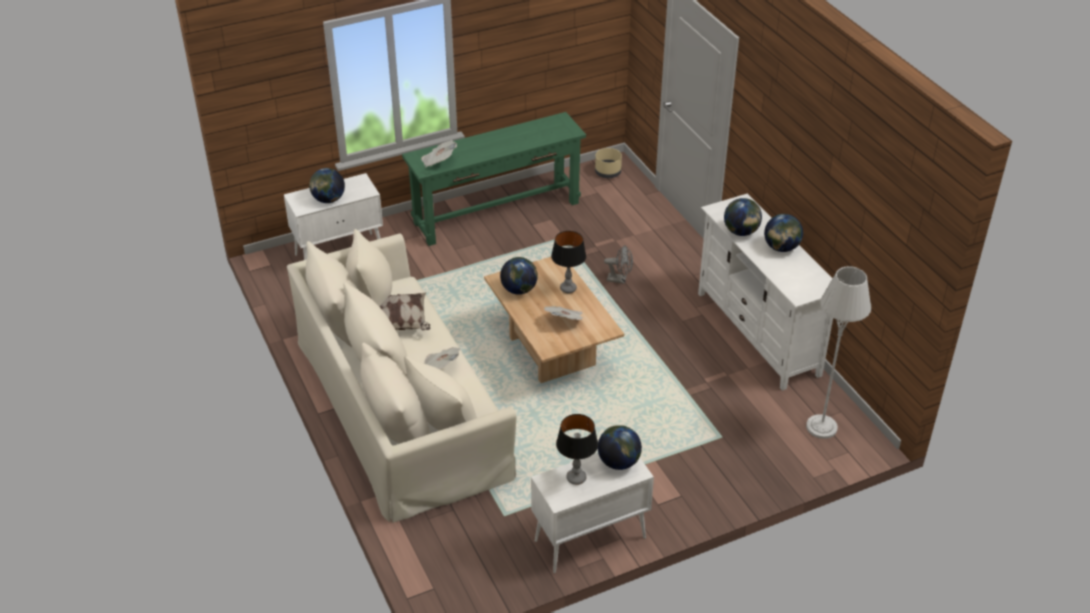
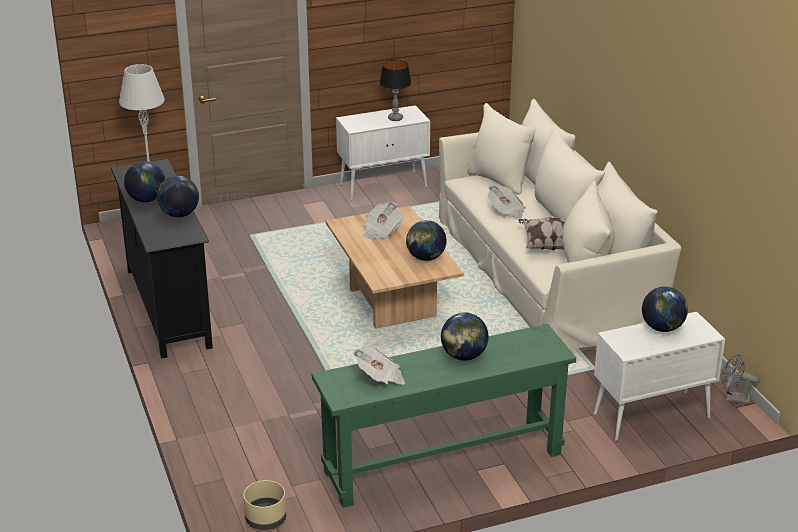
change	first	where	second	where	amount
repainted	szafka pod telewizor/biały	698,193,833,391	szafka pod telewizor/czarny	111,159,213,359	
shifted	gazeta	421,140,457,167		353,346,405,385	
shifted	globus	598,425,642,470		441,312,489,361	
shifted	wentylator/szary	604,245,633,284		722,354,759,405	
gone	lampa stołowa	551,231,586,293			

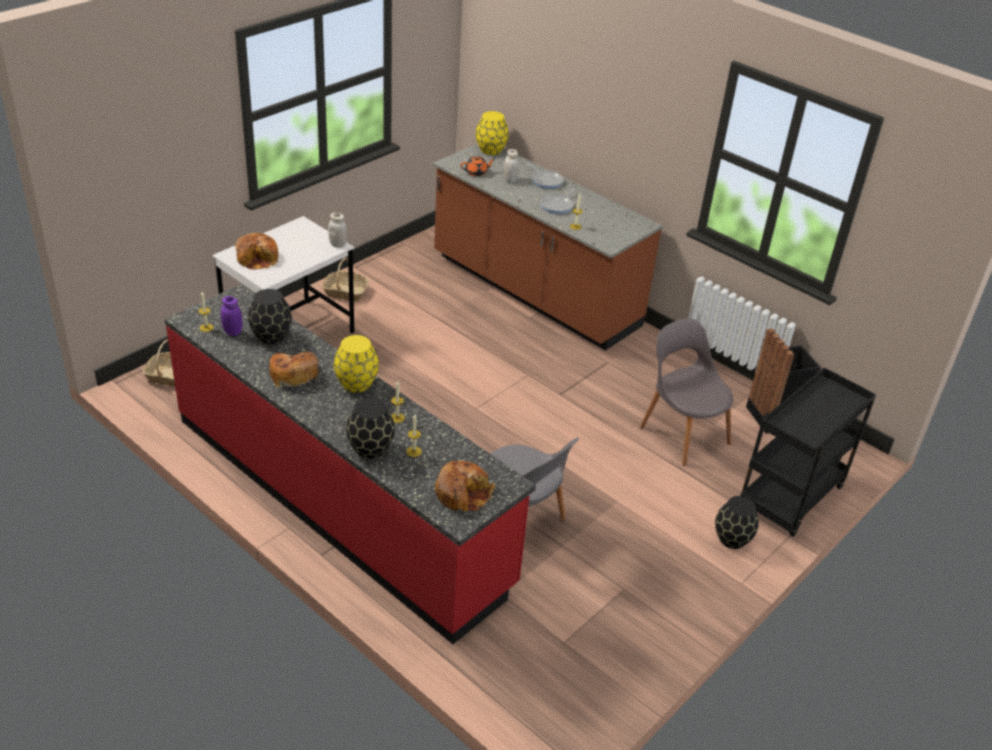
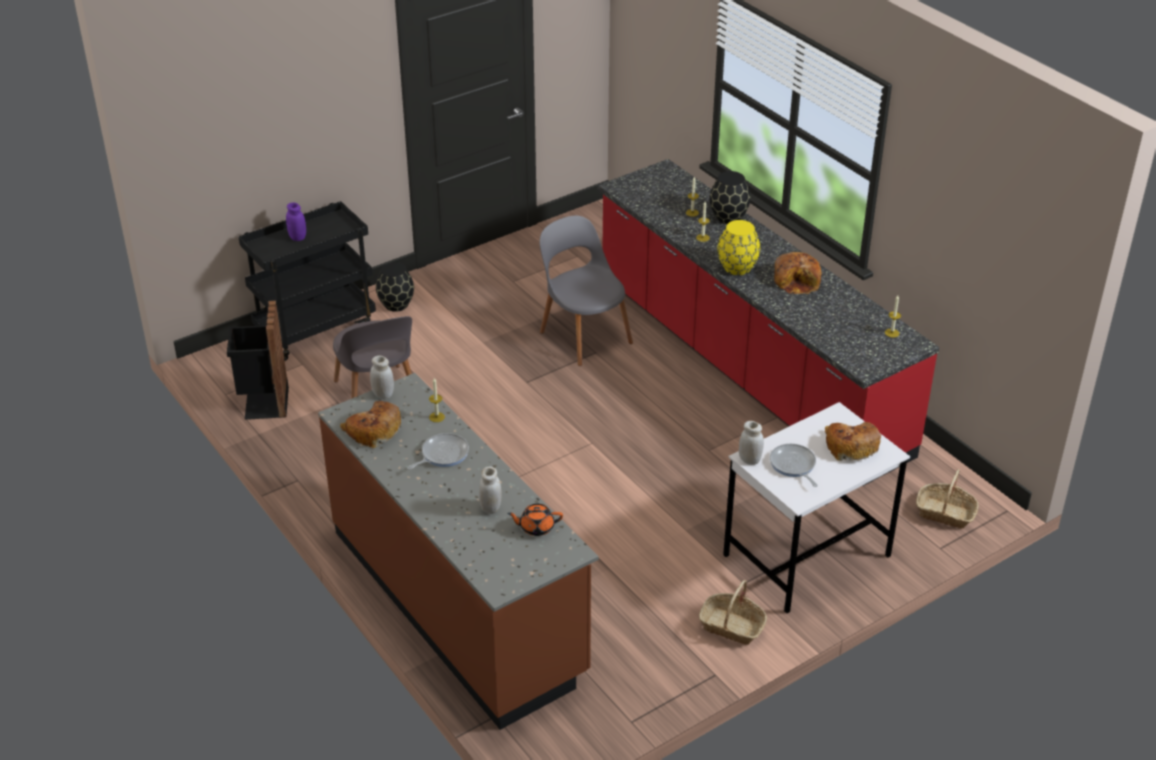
change	first	where	second	where	amount
shifted	słoik/fioletowy	221,296,243,336		286,202,306,241	
shifted	chleb	435,461,495,512		340,401,401,448	
new			słoik/biały	370,356,394,399	
shifted	patelnia	527,163,564,189		770,444,817,487	
gone	wazon/czarny	248,289,292,344			
gone	wazon/żółty	476,111,509,155			

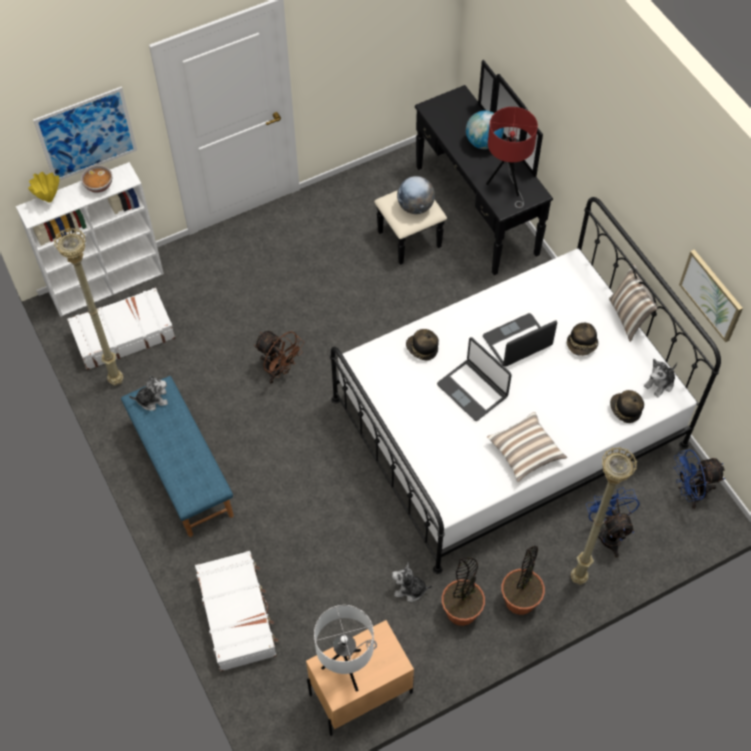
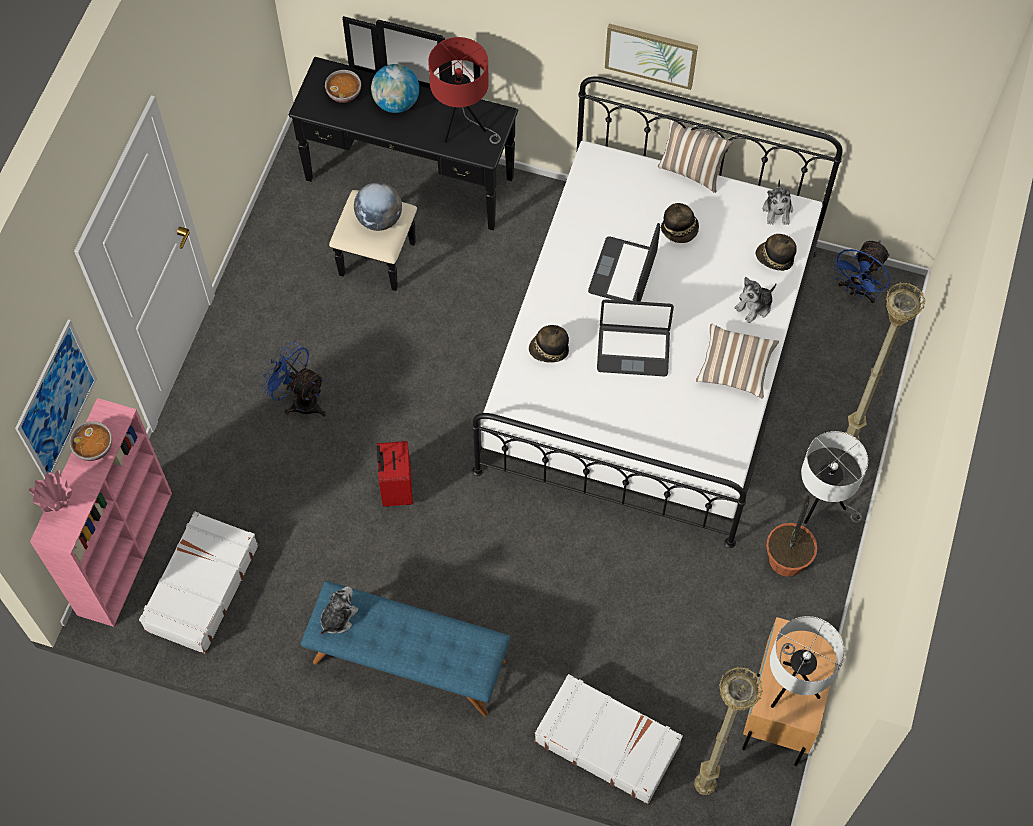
change	first	where	second	where	amount
repainted	wazon/żółty	28,172,59,202	wazon/różowy	29,470,72,512	
repainted	regał/biały	16,162,164,317	regał/różowy	30,398,172,627	
shifted	wentylator/niebieski	586,487,640,558		261,342,326,417	
new			miska	325,70,361,103	
swapped	wentylator/brązowy	254,331,304,384	walizka/czerwony	377,441,413,507	
shifted	obraz	679,250,743,342		605,24,698,90	
shifted	lampa stojąca/beżowy	54,228,123,386		694,666,763,795	
shifted	pluszak	392,562,432,602		735,277,777,323	
swapped	roślina doniczkowa	502,546,545,615	lampa stołowa/biały	801,431,868,524	

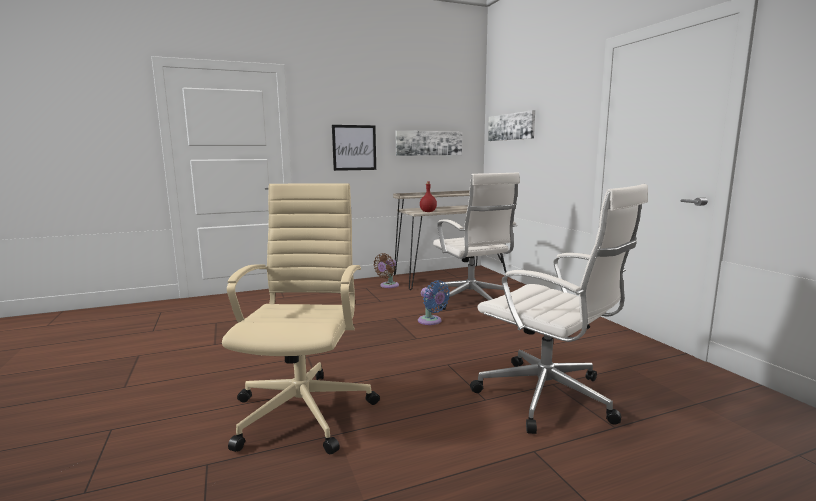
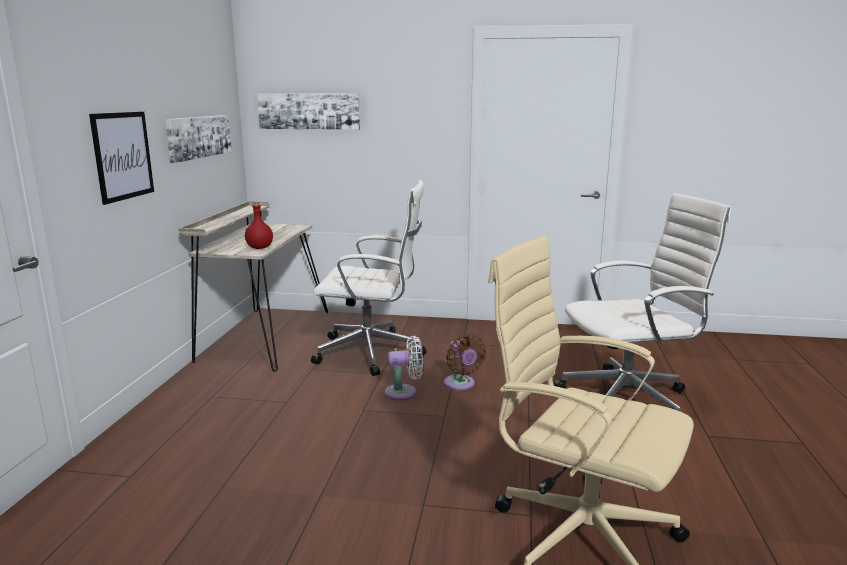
change	first	where	second	where	amount
repainted	wentylator/niebieski	418,280,450,325	wentylator/biały	385,336,423,401	
shifted	wentylator/brązowy	373,253,399,288		444,334,486,390	

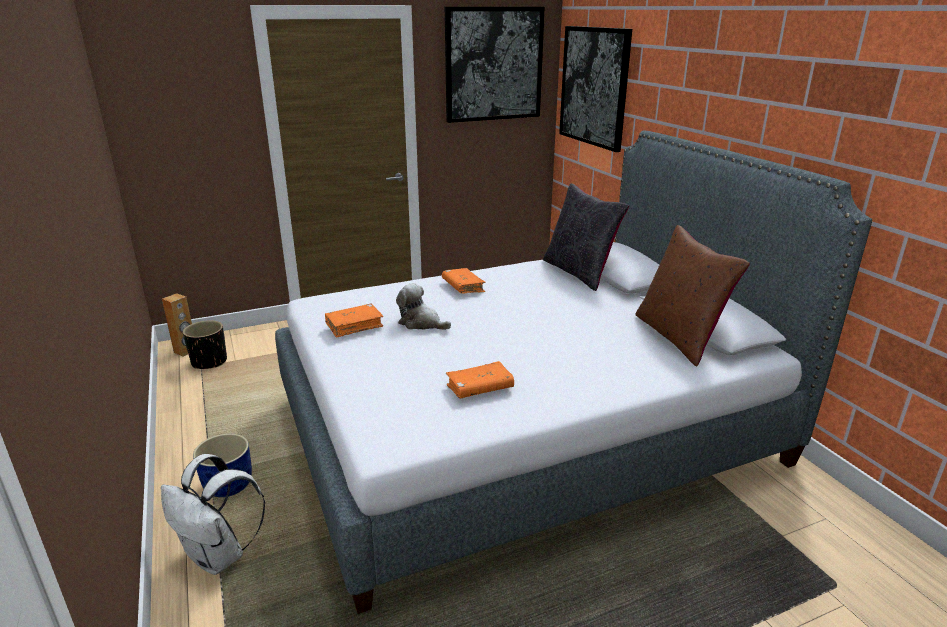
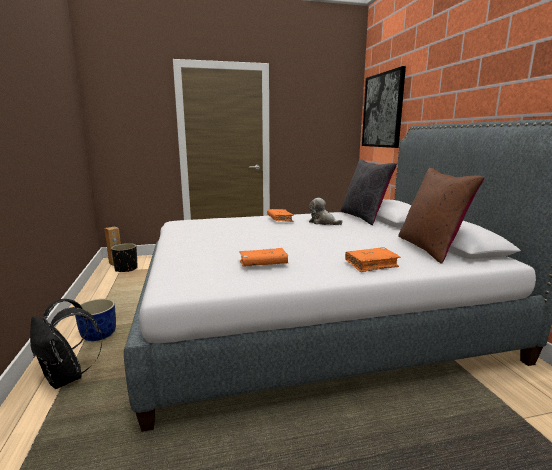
change	first	where	second	where	amount
repainted	plecak/biały	161,454,265,575	plecak/czarny	30,299,102,389	
shifted	pluszak	396,283,451,330		309,198,343,225	
shifted	książka/pomarańczowy	325,304,383,338		345,247,401,272	
gone	obraz	445,7,545,123			

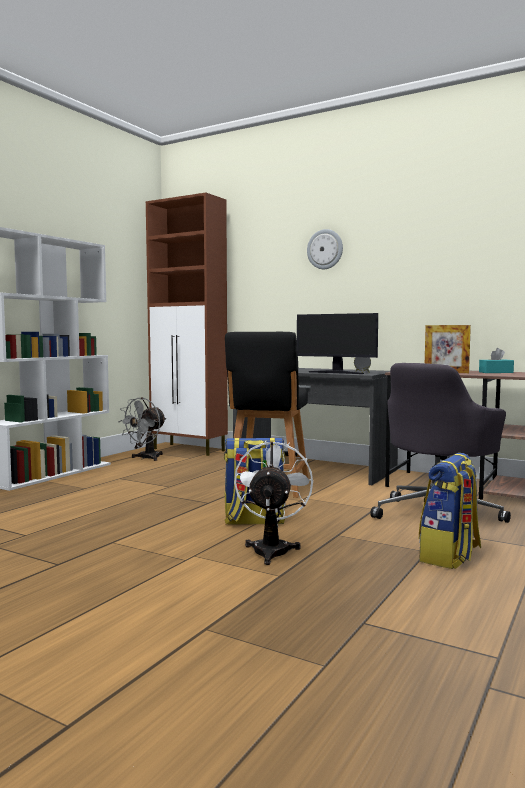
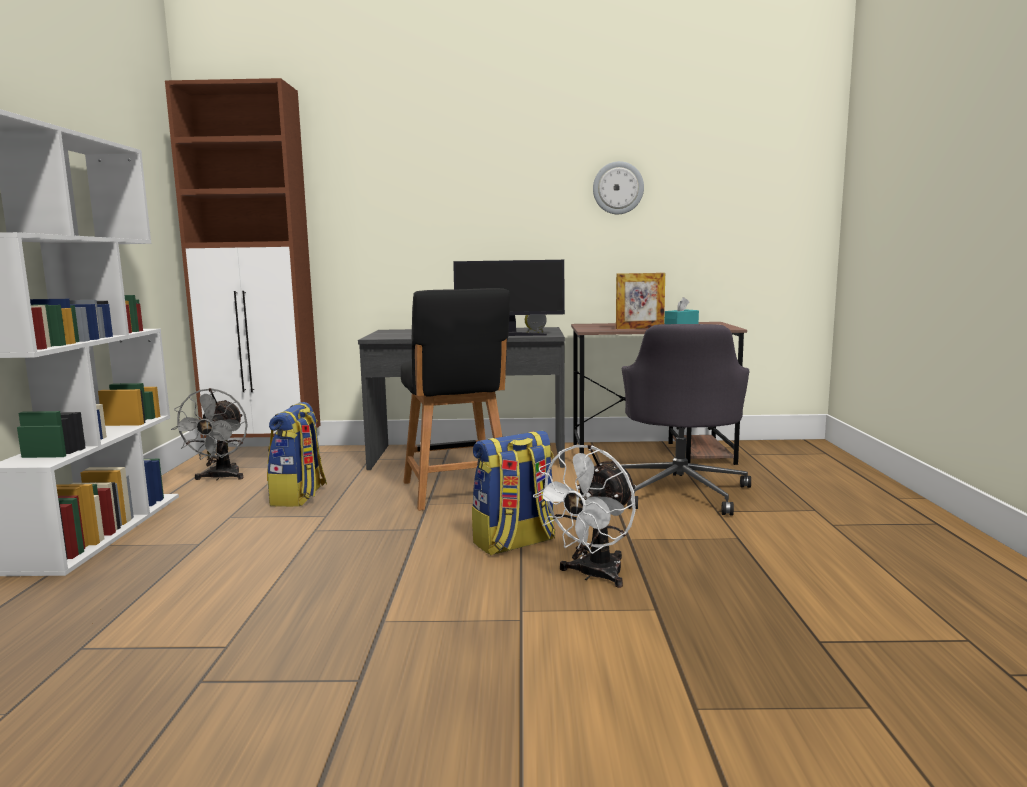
change	first	where	second	where	amount
shifted	plecak	419,453,481,569		267,402,327,507	
rotated	wentylator/biały	234,441,313,565		533,445,636,588	120 degrees counterclockwise
shifted	zegar ścienny	307,229,343,269		593,161,644,214	

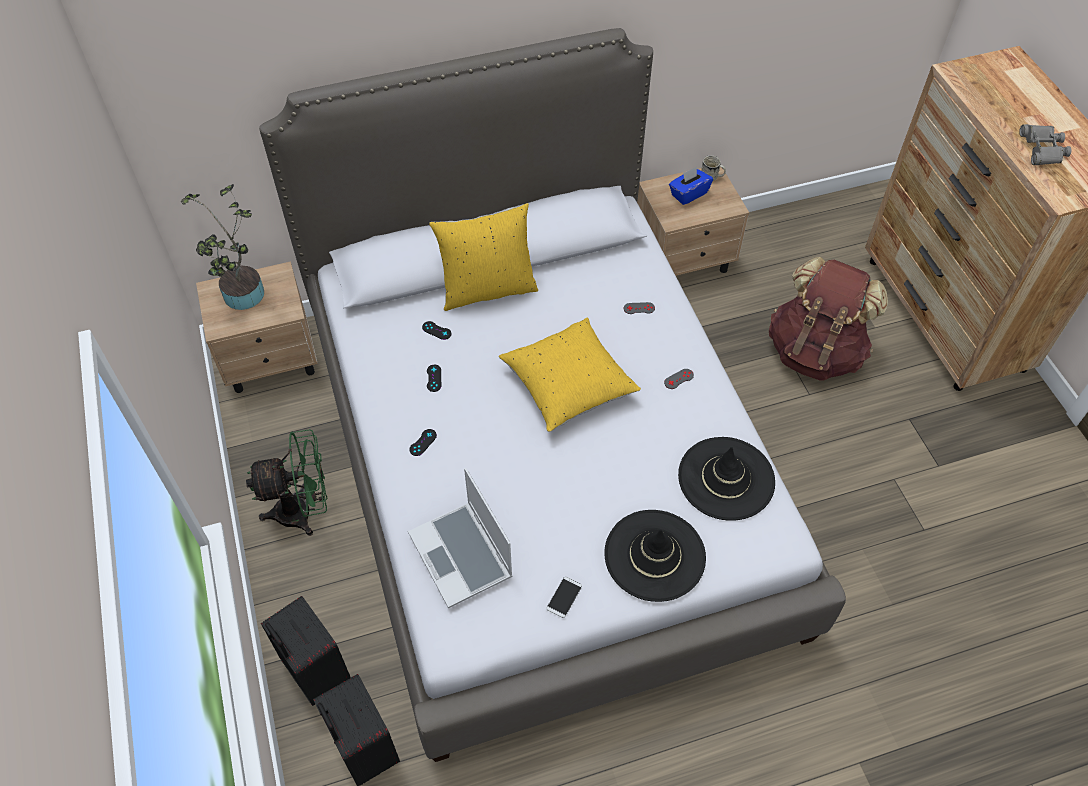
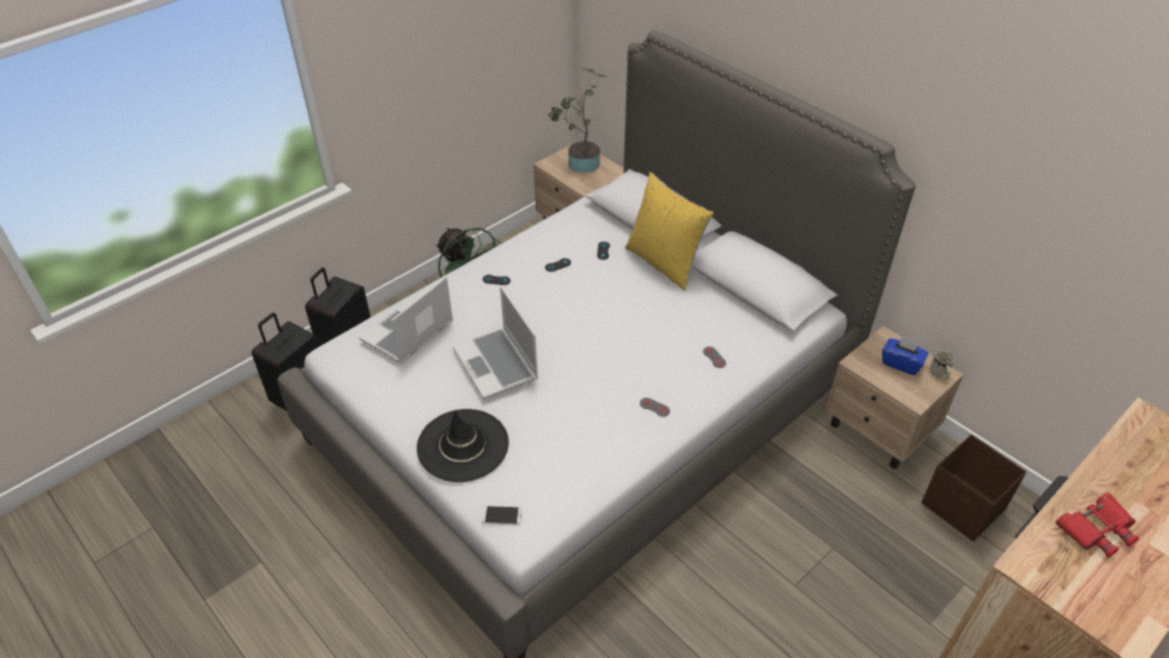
change	first	where	second	where	amount
new			laptop	453,286,538,399	
shifted	telefon	546,577,582,618		482,506,522,525	
new			pojemnik do przechowywania/brązowy	921,434,1026,541	
repainted	lornetka/szary	1019,124,1071,165	lornetka/czerwony	1056,492,1139,558	
gone	poduszka/żółty	499,317,641,432			
gone	kapelusz/czarny	678,437,775,521			
gone	plecak/brązowy	769,257,888,381			

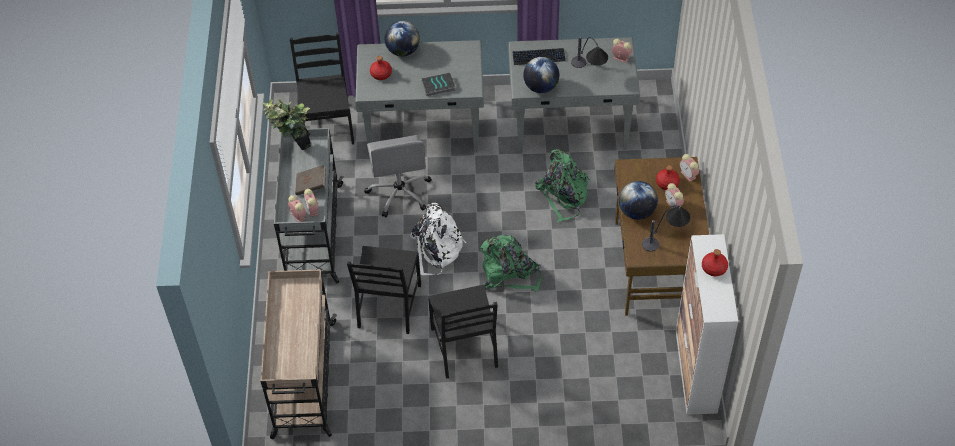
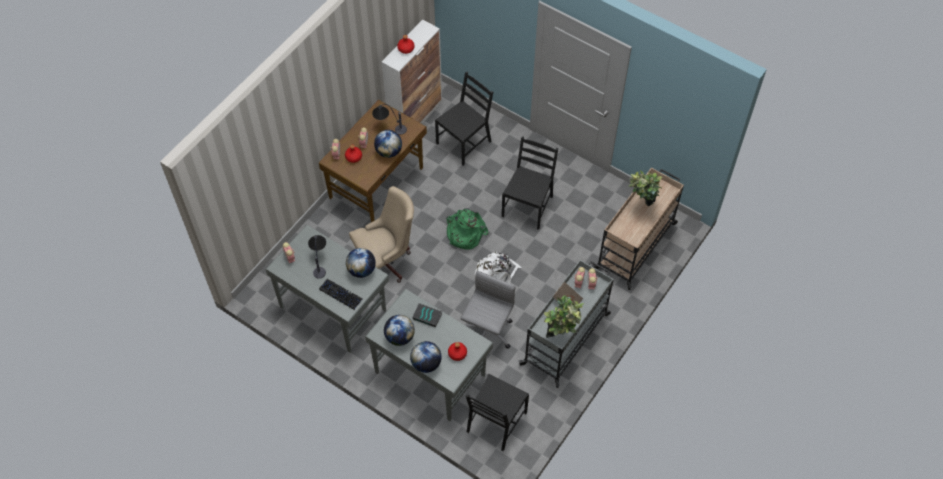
change	first	where	second	where	amount
swapped	plecak/zielony	535,149,590,222	krzesło biurowe/beżowy	349,186,414,283	
new			globus	384,315,415,346	
shifted	krzesło/czarny	347,246,421,334		435,71,493,166	
new			roślina doniczkowa	628,171,663,206	

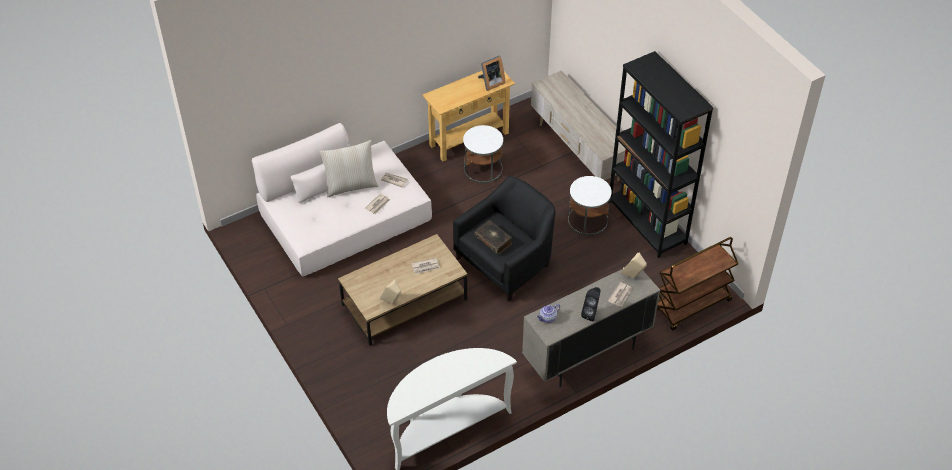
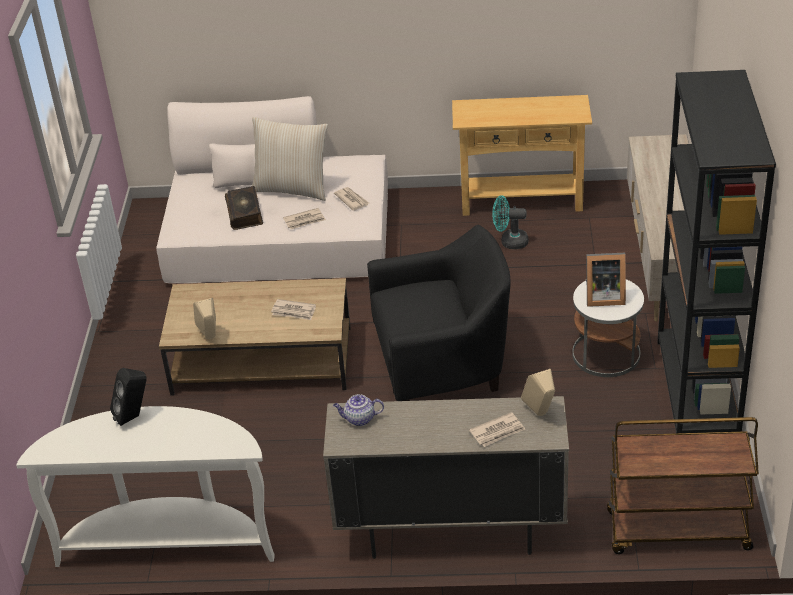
change	first	where	second	where	amount
shifted	głośnik/czarny	581,287,601,321		110,368,147,426	
shifted	książka	474,220,512,254		225,186,263,230	
swapped	stolik/biały	463,125,503,184	wentylator/turkusowy	492,195,528,249	
shifted	ramka na zdjęcie	478,56,506,91		586,253,626,307	

